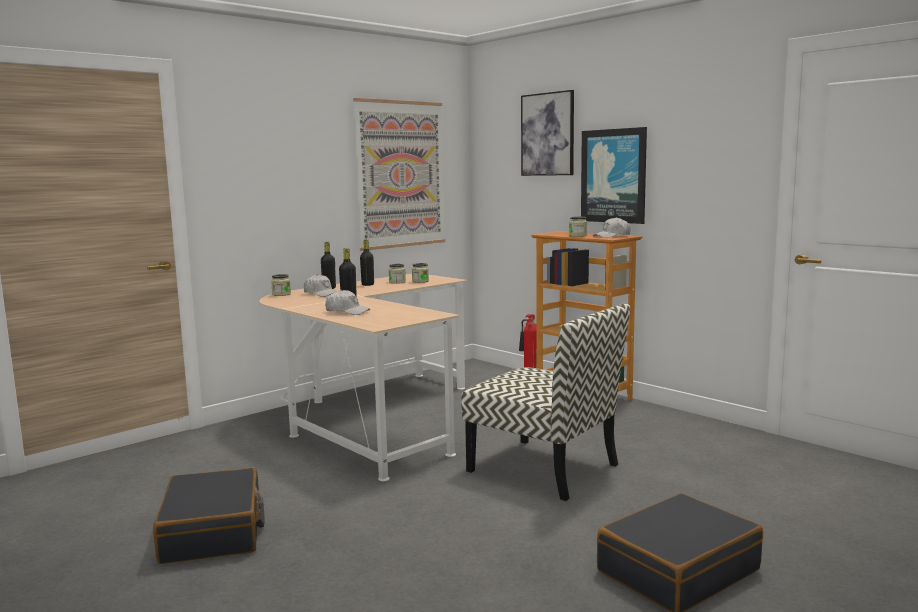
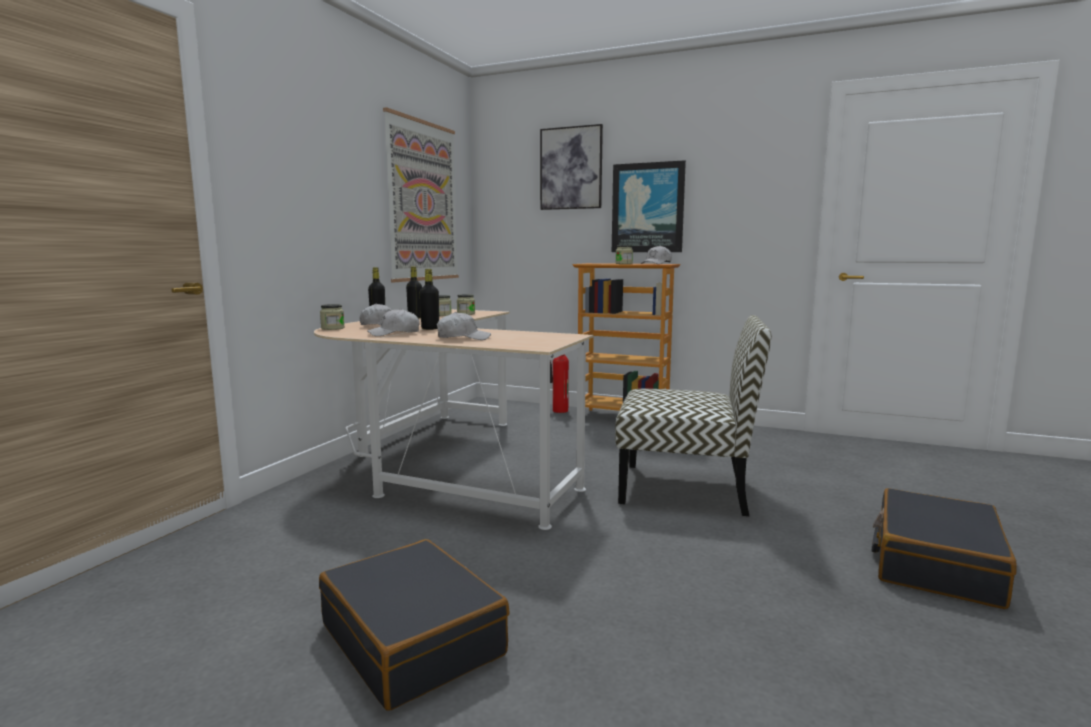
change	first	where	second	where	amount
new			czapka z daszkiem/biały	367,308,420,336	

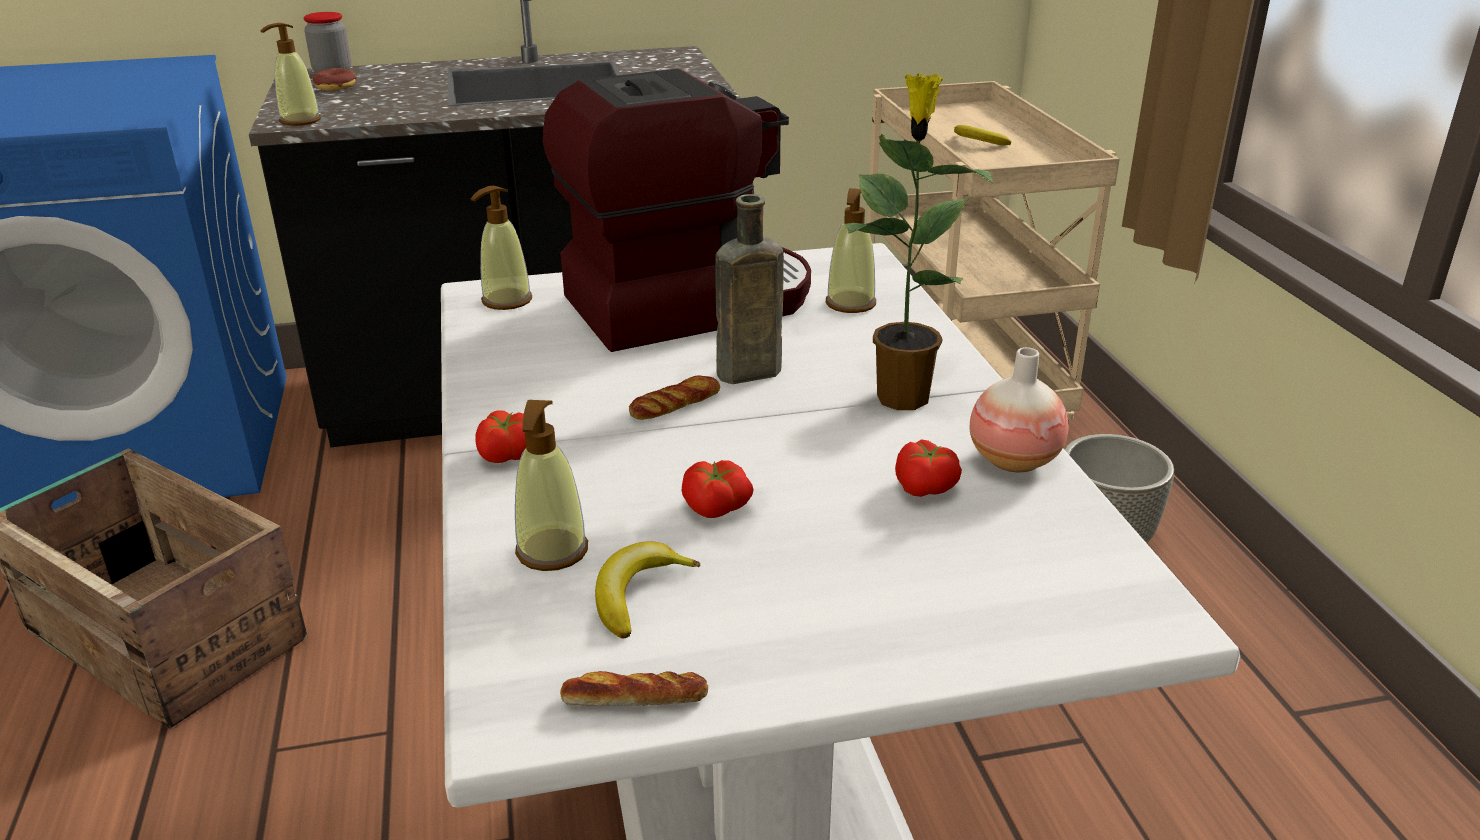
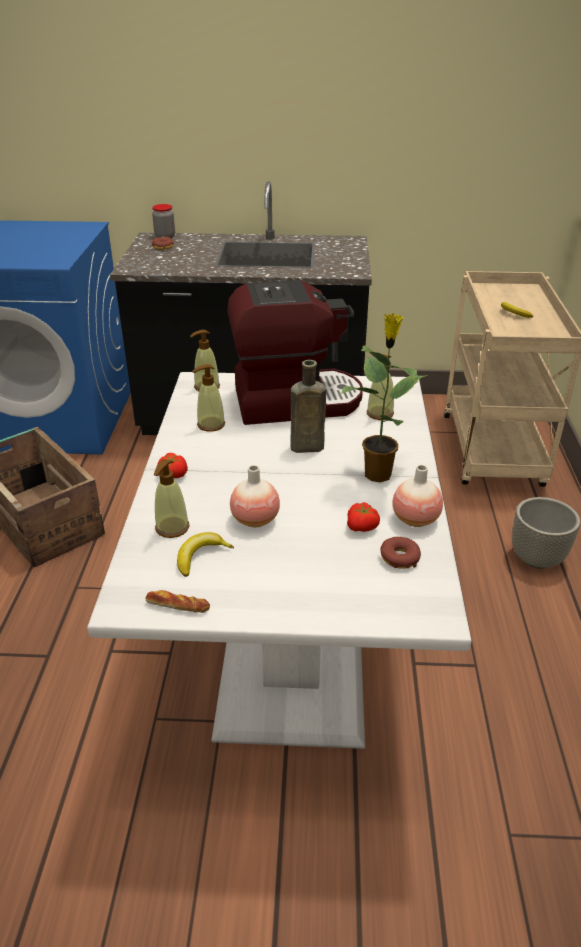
change	first	where	second	where	amount
shifted	dozownik mydła	260,23,321,126		192,364,225,432	
swapped	pomidor	681,460,754,518	wazon	230,465,280,527	
new			donut	380,537,421,569	
gone	chleb	629,376,720,420			

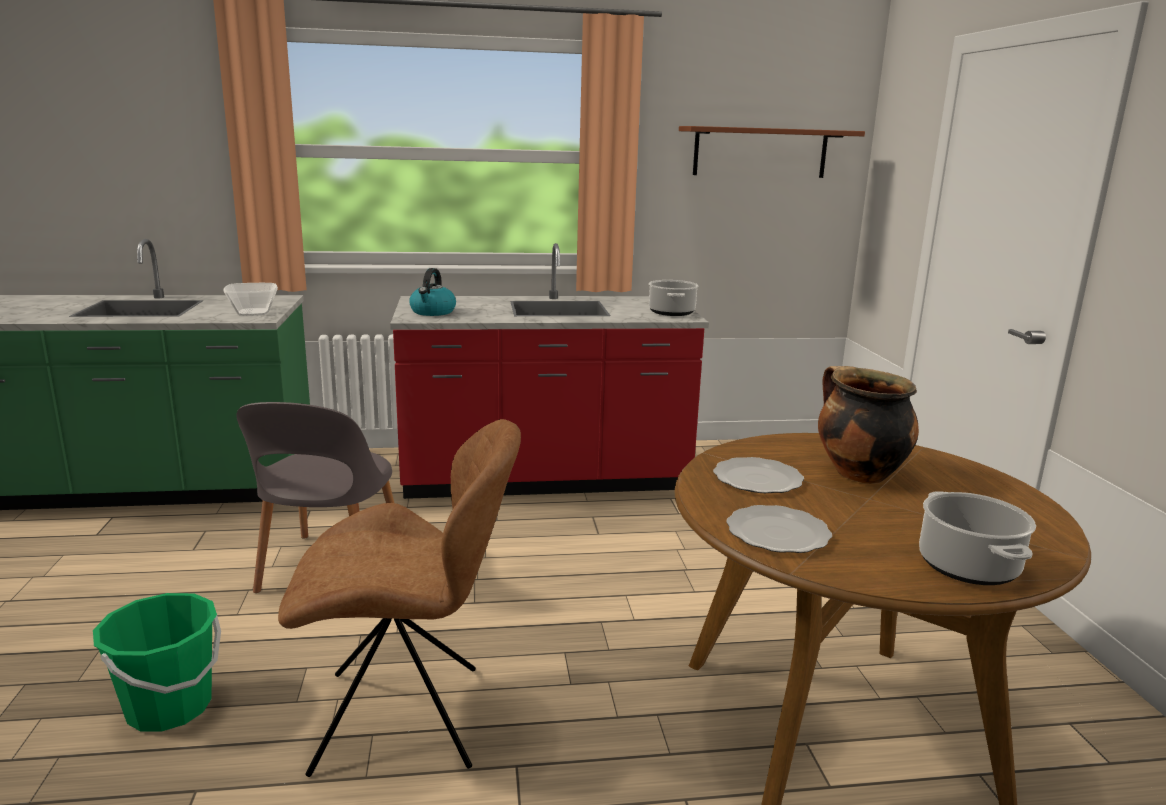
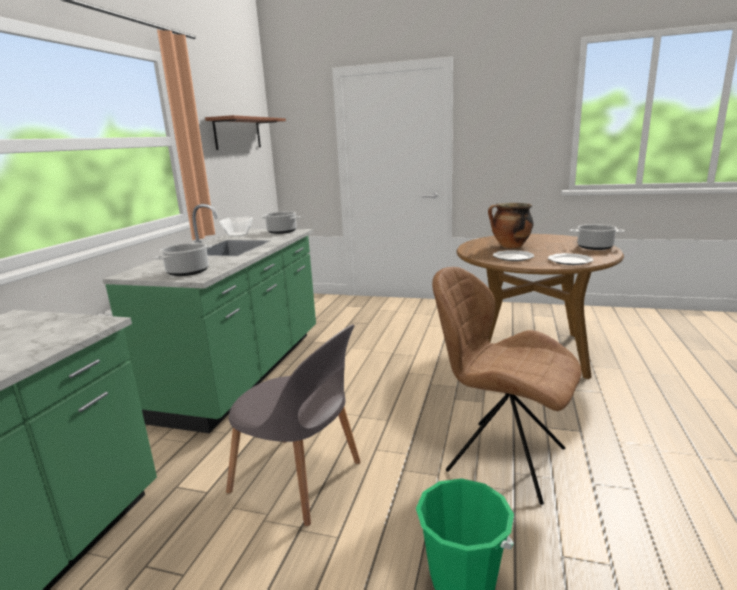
change	first	where	second	where	amount
repainted	zabudowa kuchenna/czerwony	390,243,709,499	zabudowa kuchenna/zielony	103,204,316,433	
swapped	czajnik	409,268,456,316	garnek	155,242,212,276	
shifted	miska	223,283,278,316		219,217,253,236	
rotated	krzesło/brązowy	278,419,521,777		432,267,582,505	75 degrees counterclockwise

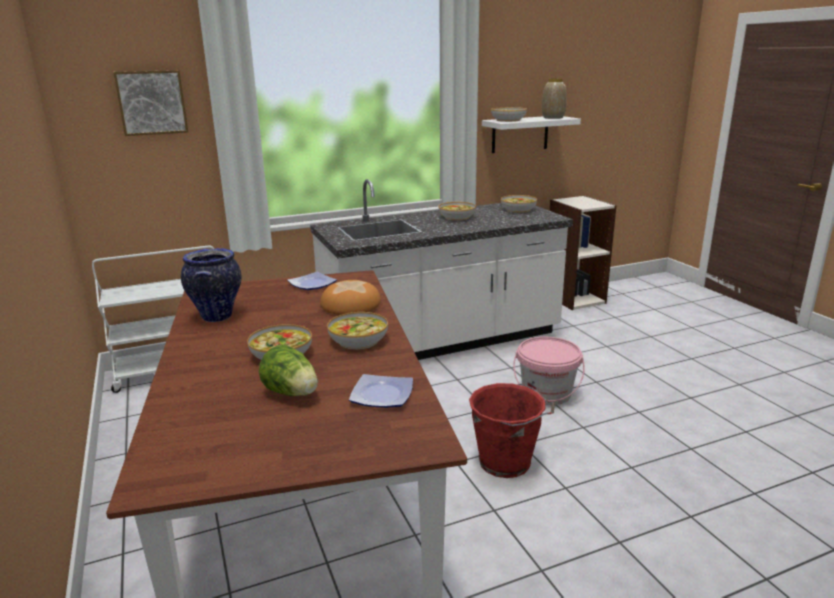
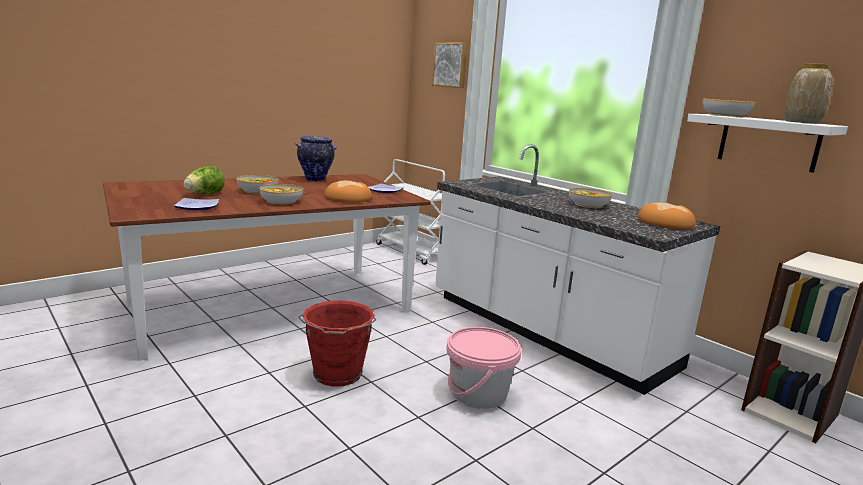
change	first	where	second	where	amount
swapped	miska	501,195,537,213	chleb	638,202,695,229	

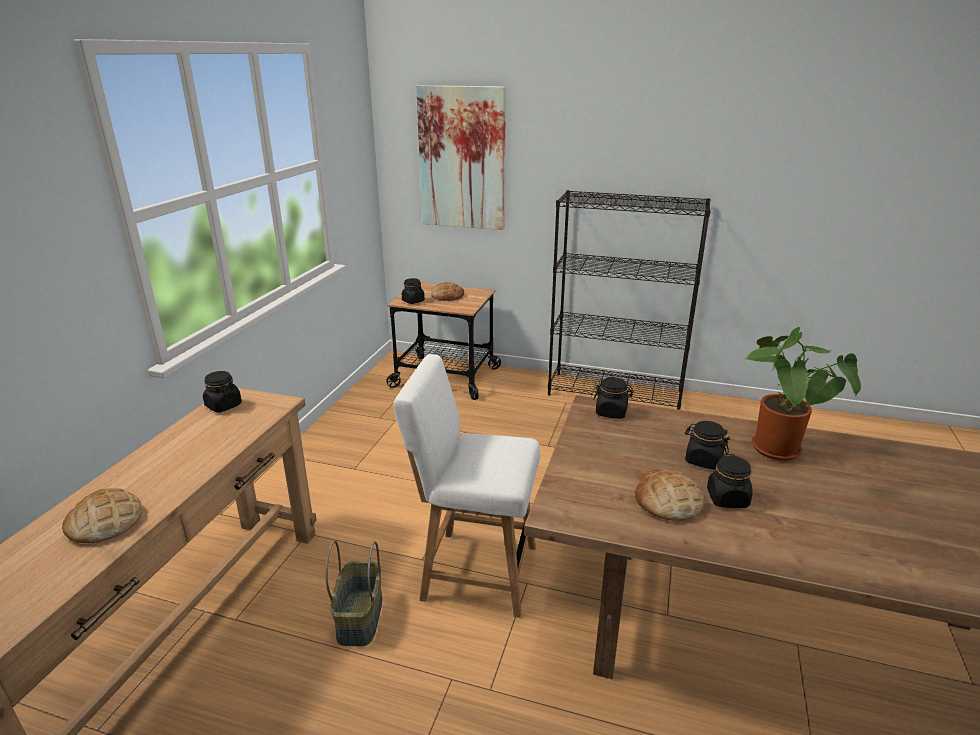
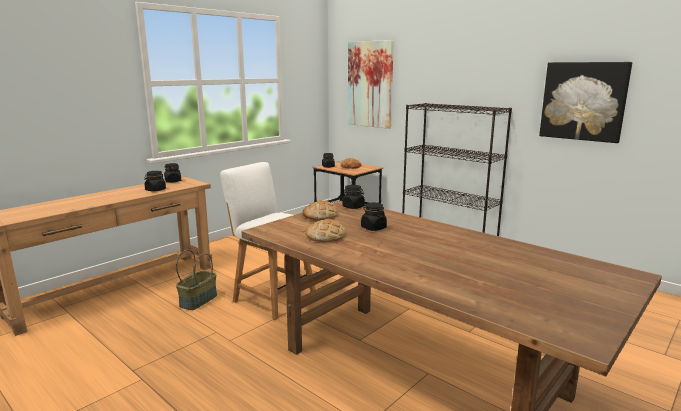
change	first	where	second	where	amount
shifted	słoik/czarny	707,454,753,508		144,171,166,192	
shifted	chleb	62,488,142,543		302,200,338,220	
new			obraz	539,62,632,143	
gone	roślina doniczkowa	742,327,861,461			

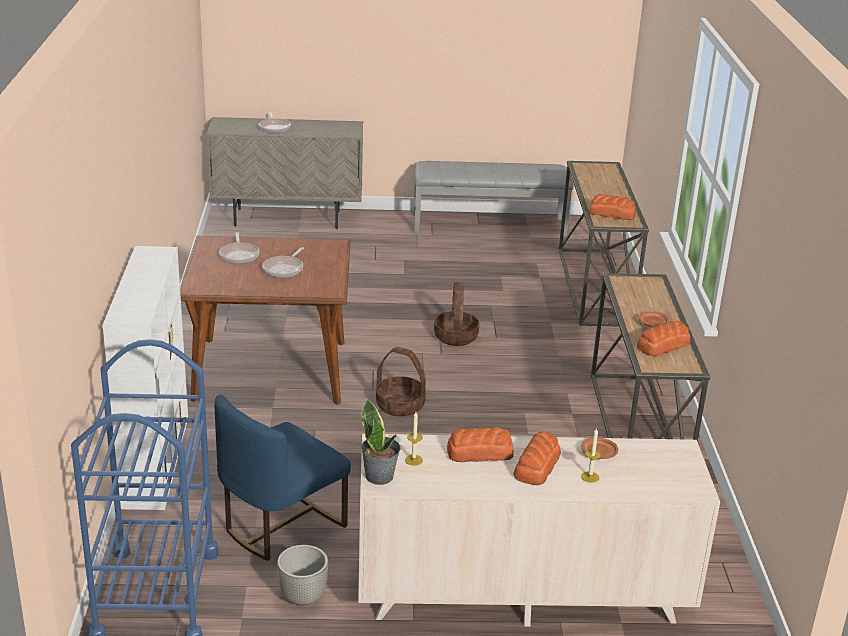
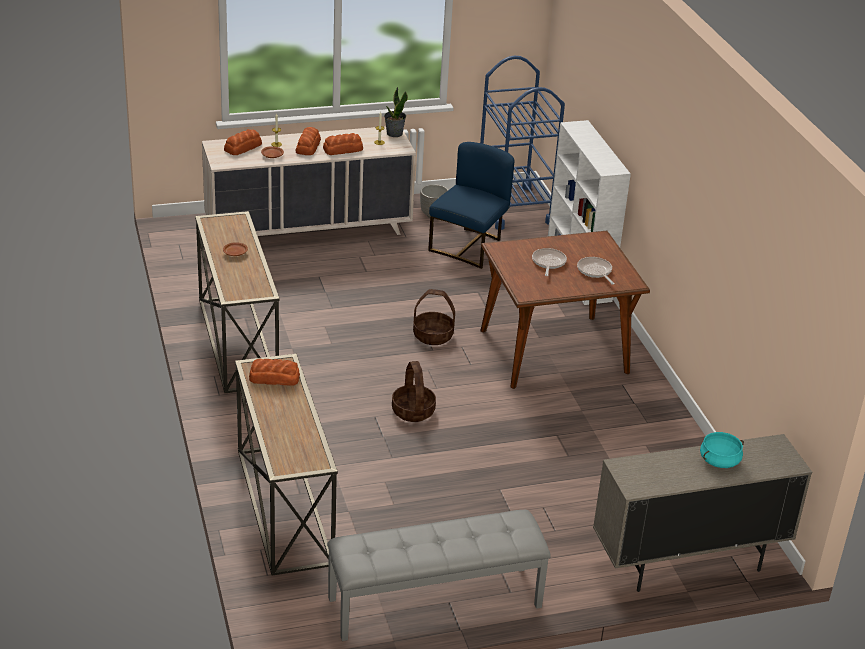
change	first	where	second	where	amount
shifted	chleb	637,321,690,357		224,129,262,155	
swapped	patelnia	259,112,291,133	garnek/turkusowy	700,432,744,468	

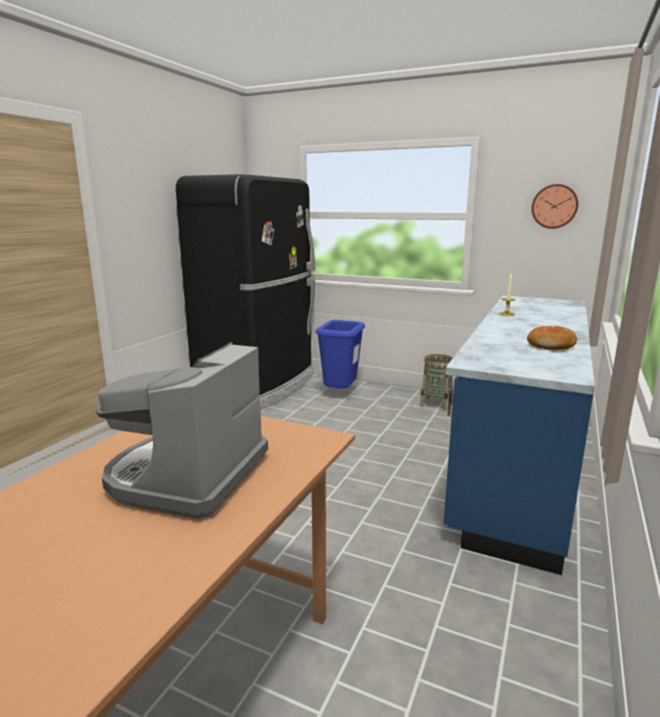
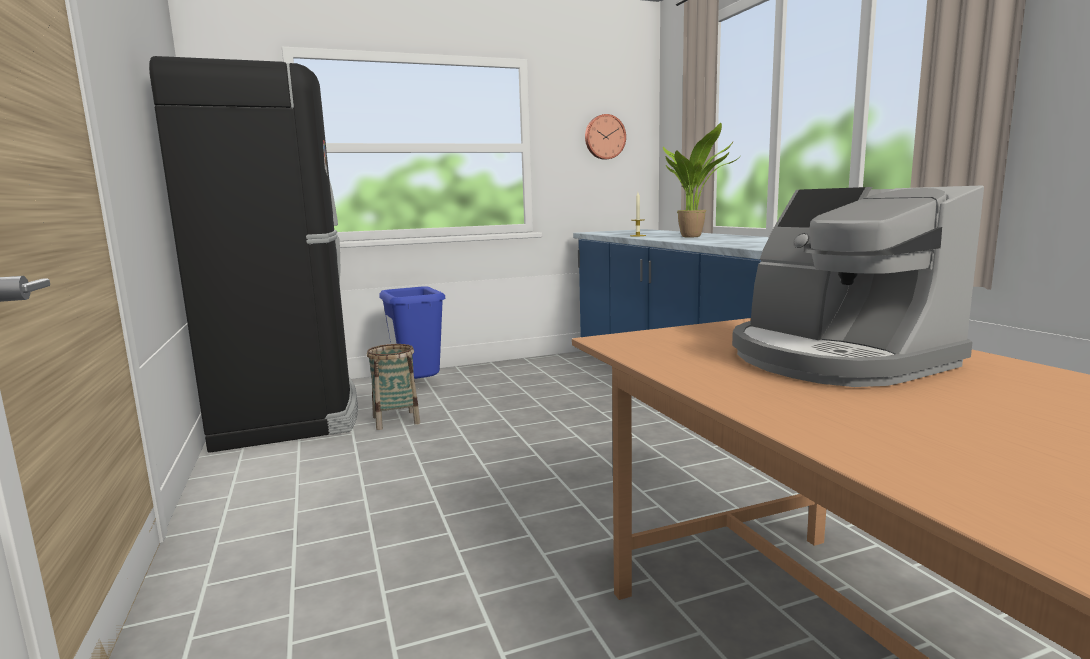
change	first	where	second	where	amount
shifted	koszyk	420,354,453,411		367,344,420,430	
new			roślina doniczkowa	663,123,738,237	
gone	chleb	527,326,577,350			

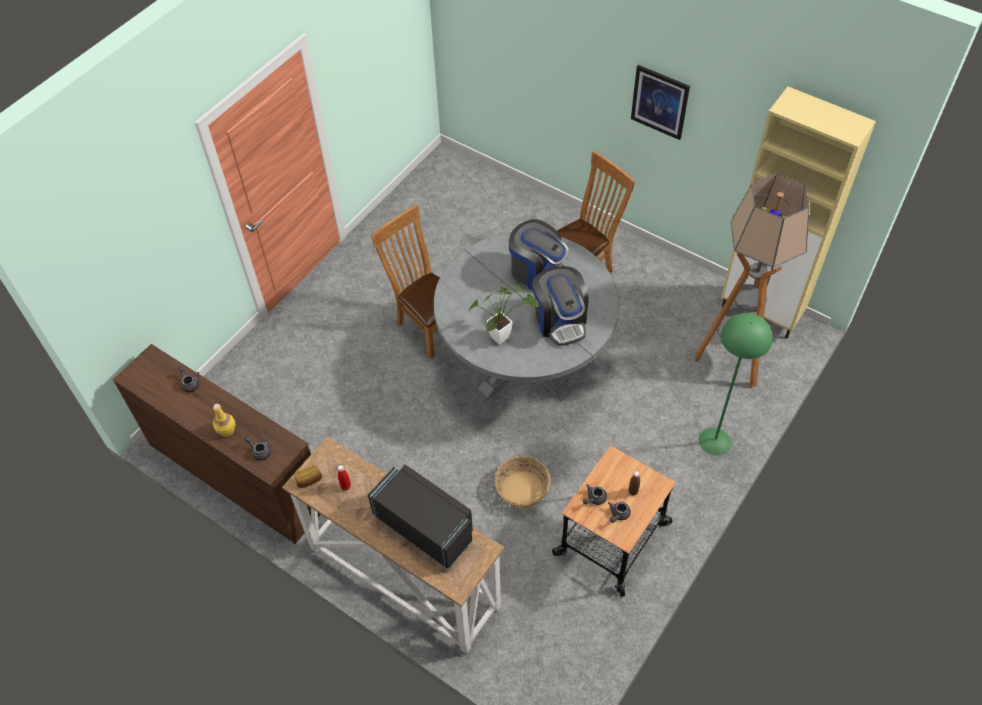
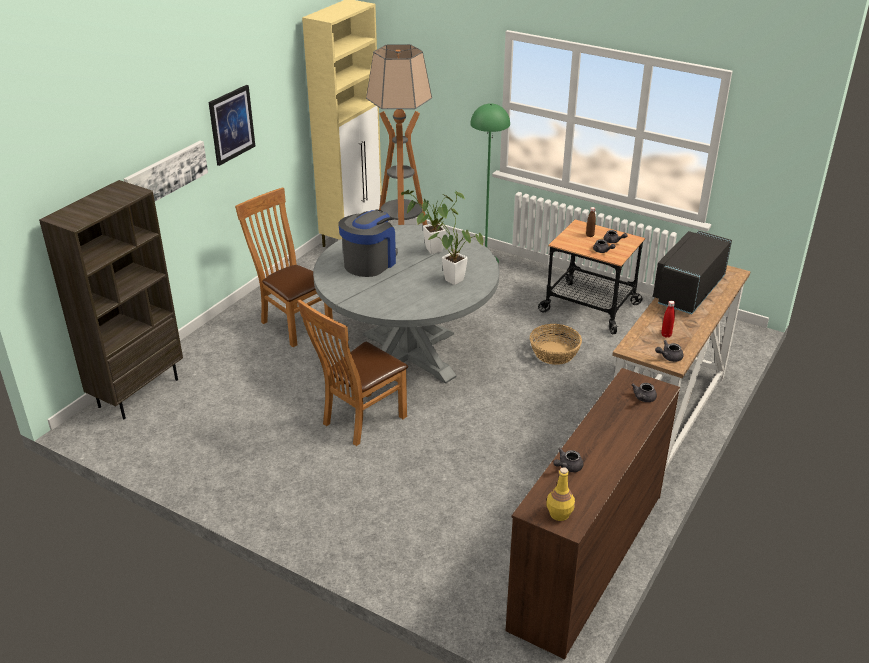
change	first	where	second	where	amount
new			regał/brązowy	39,180,183,419	
new			obraz	124,141,208,201	
swapped	ekspres do kawy	532,266,589,346	roślina doniczkowa	401,190,464,254	
shifted	butelka/żółty	213,404,236,437		546,467,575,521	
swapped	chleb	295,465,322,488	imbryk/szary	655,340,683,362	

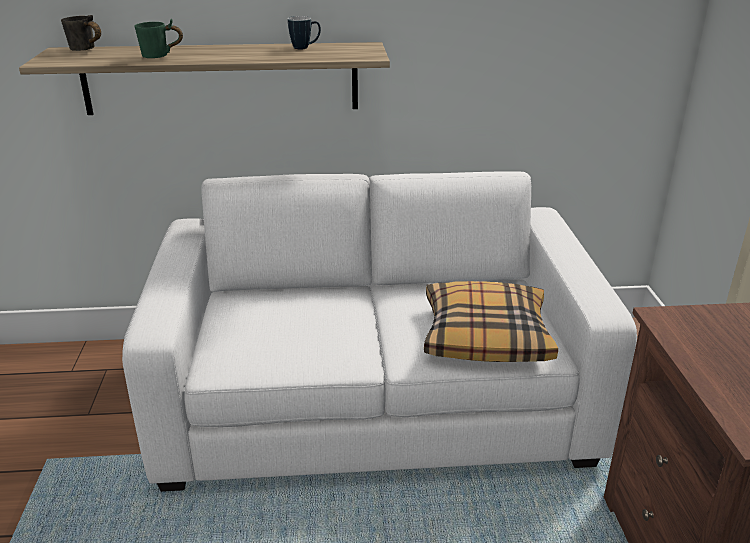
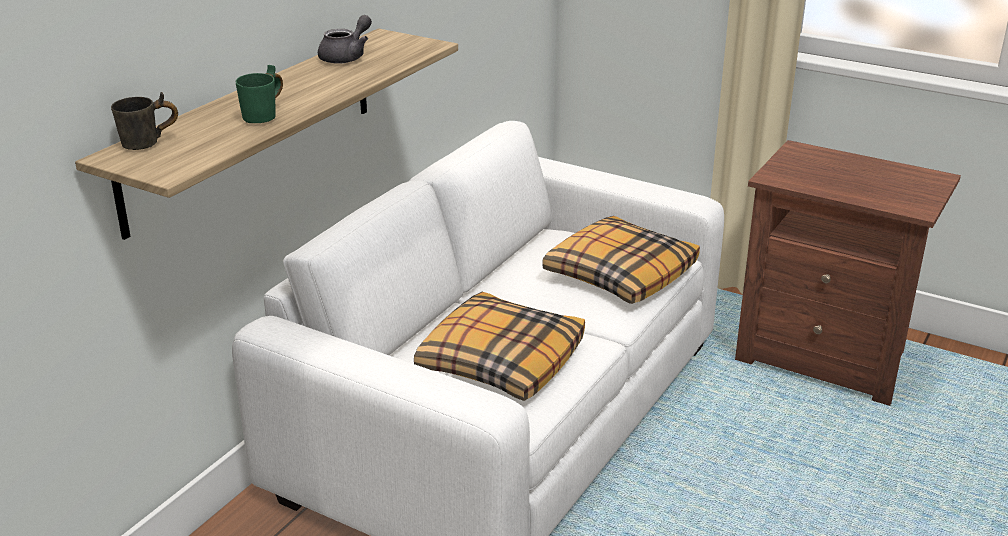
change	first	where	second	where	amount
swapped	kubek	288,16,321,49	imbryk/szary	318,15,372,64	
new			poduszka	414,292,585,401	

